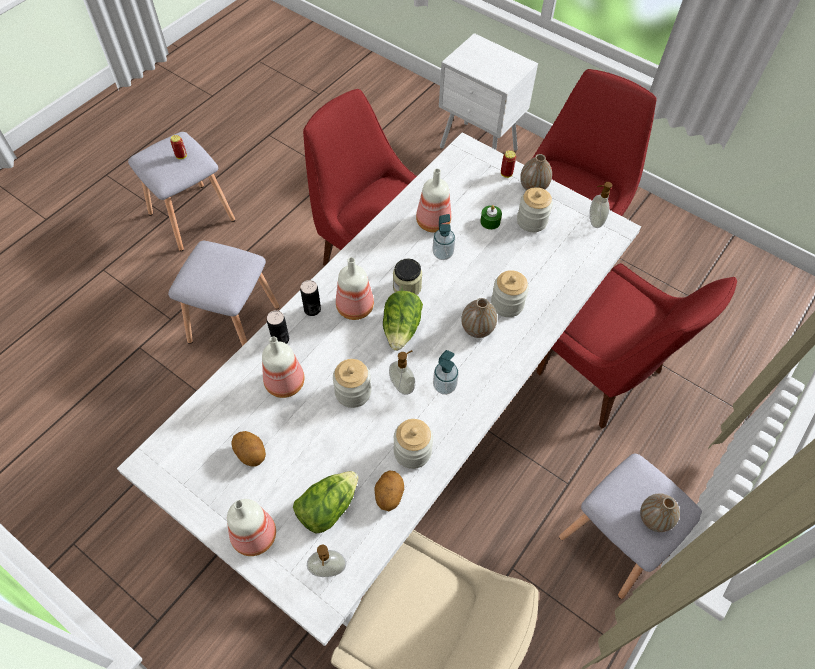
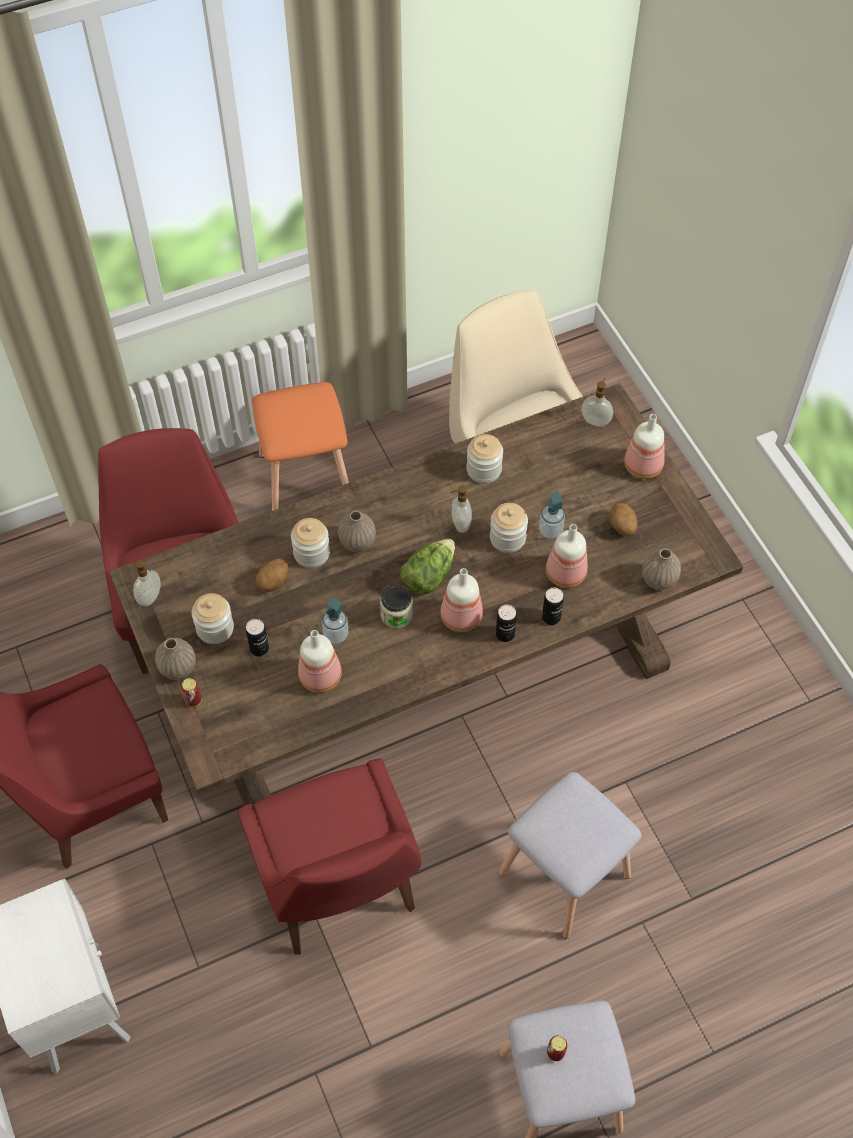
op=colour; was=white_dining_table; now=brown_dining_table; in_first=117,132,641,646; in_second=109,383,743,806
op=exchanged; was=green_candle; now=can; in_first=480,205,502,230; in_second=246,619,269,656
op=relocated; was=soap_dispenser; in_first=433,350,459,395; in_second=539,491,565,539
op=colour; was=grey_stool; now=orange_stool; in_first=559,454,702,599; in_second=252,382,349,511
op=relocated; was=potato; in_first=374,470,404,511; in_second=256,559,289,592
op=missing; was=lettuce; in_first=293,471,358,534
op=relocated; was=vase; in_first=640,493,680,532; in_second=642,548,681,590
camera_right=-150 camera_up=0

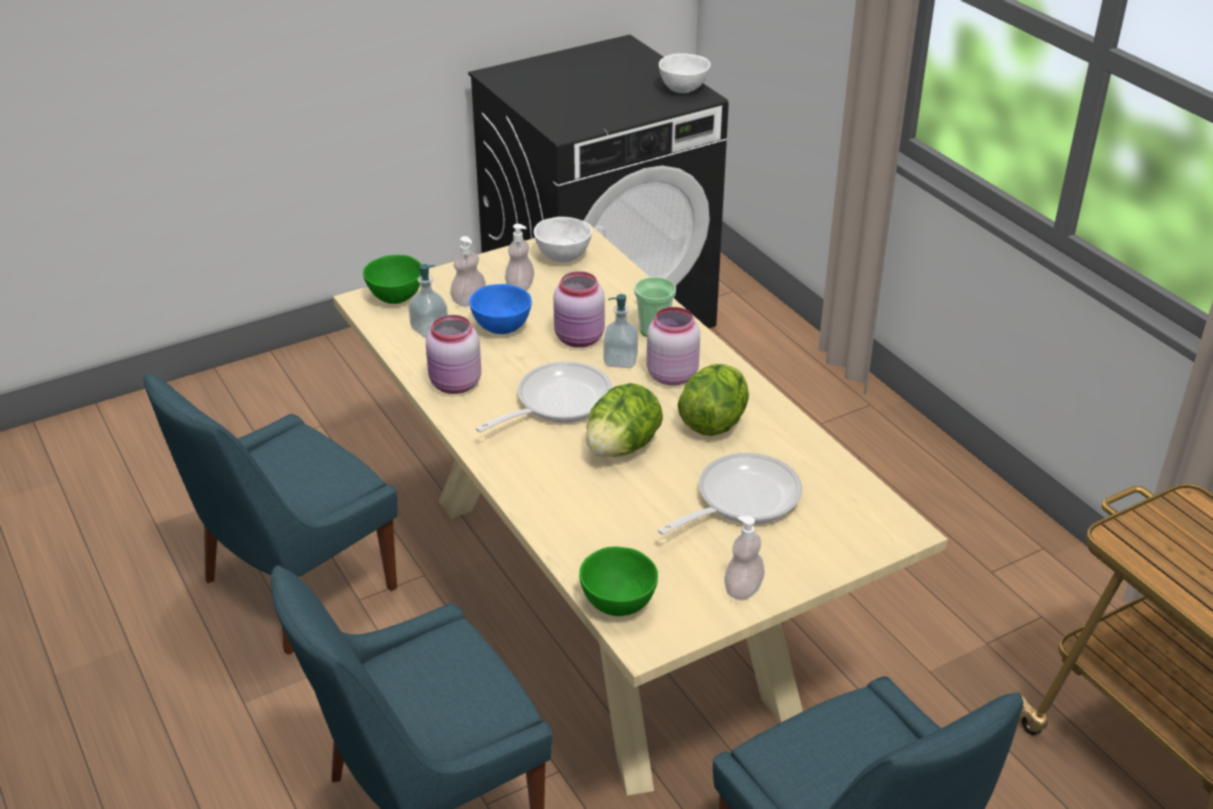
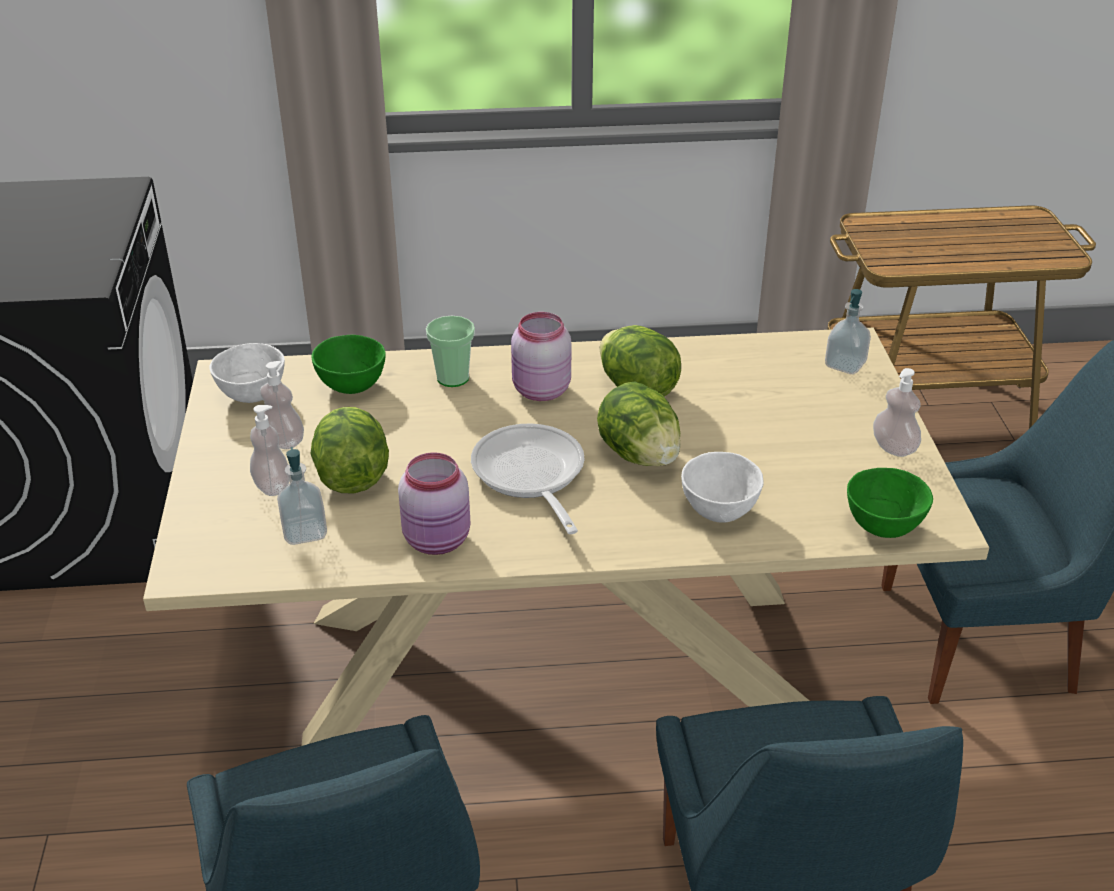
op=relocated; was=white_bowl; in_first=659,54,711,93; in_second=681,452,764,523
op=relocated; was=green_bowl; in_first=363,255,422,304; in_second=311,335,386,394
op=missing; was=pink_jar; in_first=553,271,605,348
op=exchanged; was=blue_bowl; now=lettuce; in_first=469,284,532,334; in_second=311,407,389,493
op=relocated; was=soap_dispenser; in_first=604,294,638,368; in_second=825,289,871,374
op=missing; was=frying_pan; in_first=658,453,802,535
camera_right=-65 camera_up=0

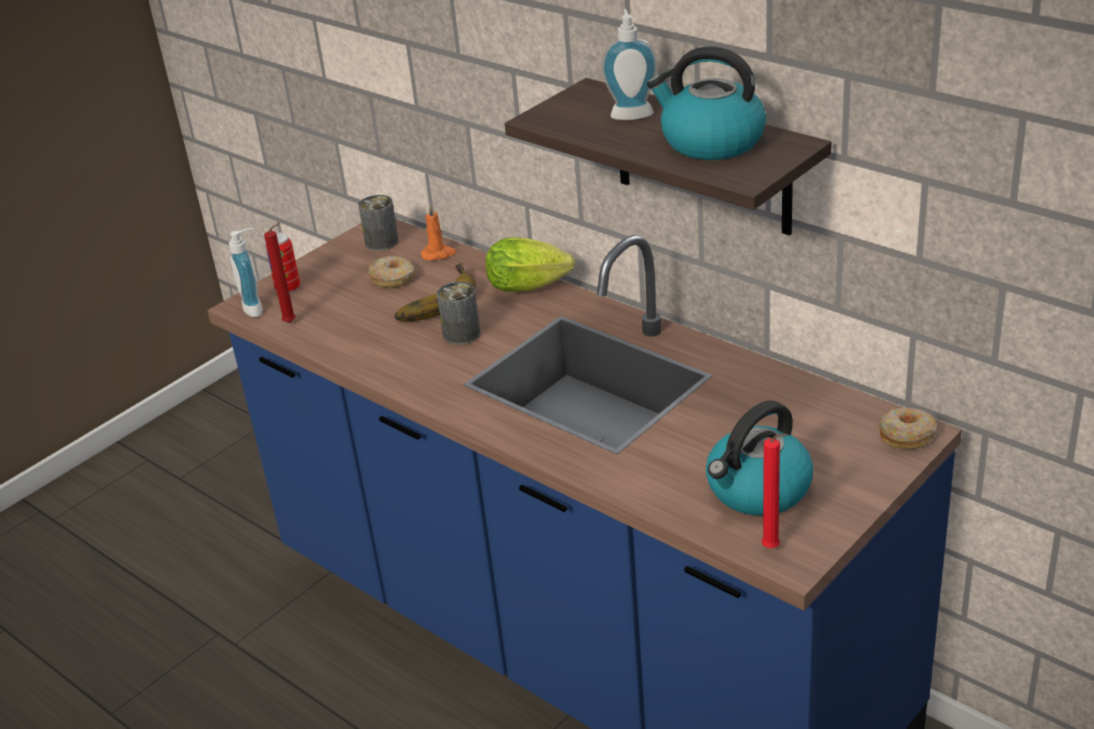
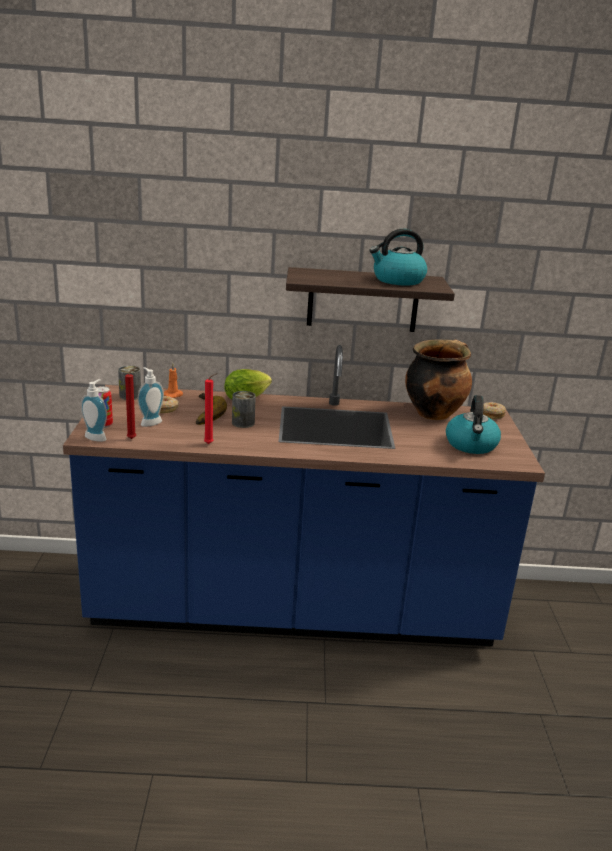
op=relocated; was=soap_dispenser; in_first=601,9,658,120; in_second=137,367,164,427
op=relocated; was=red_candle; in_first=761,434,788,548; in_second=204,373,218,444
op=appeared; now=cooking_pot; in_second=405,339,472,420
camera_right=-45 camera_up=-10

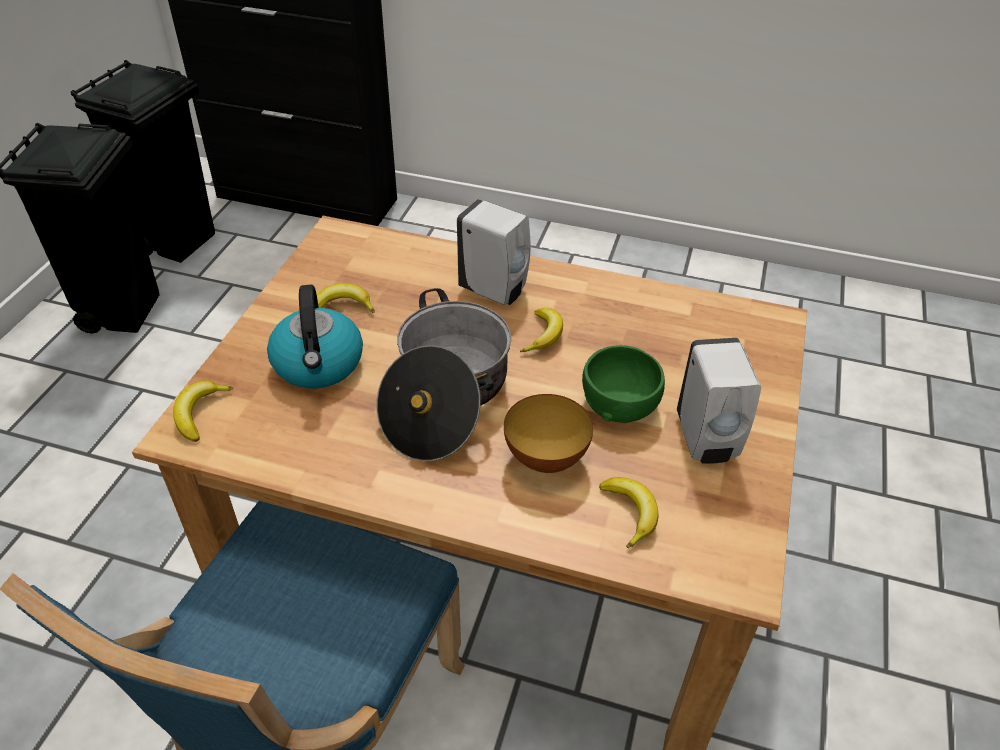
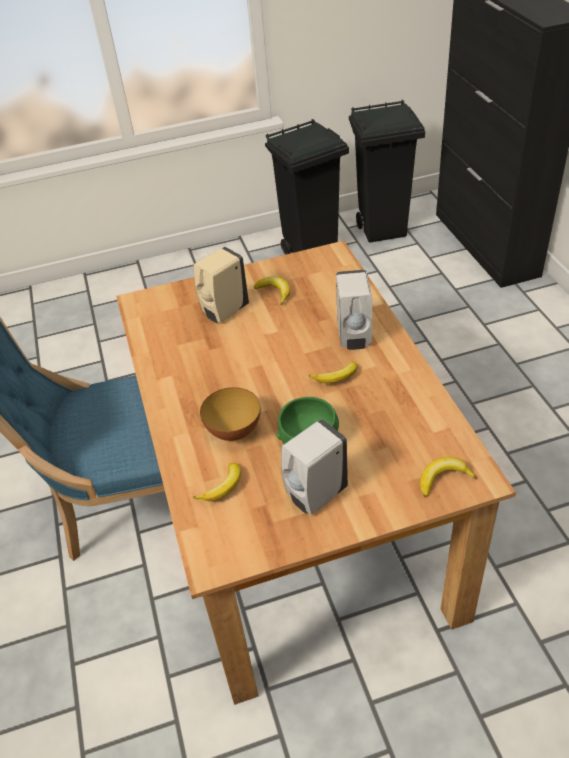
op=exchanged; was=kettle; now=beige_soap_dispenser; in_first=267,285,363,389; in_second=194,247,249,323
op=missing; was=cooking_pot; in_first=377,288,511,461
op=relocated; was=banana; in_first=173,380,234,442; in_second=420,457,477,497
camera_right=60 camera_up=0

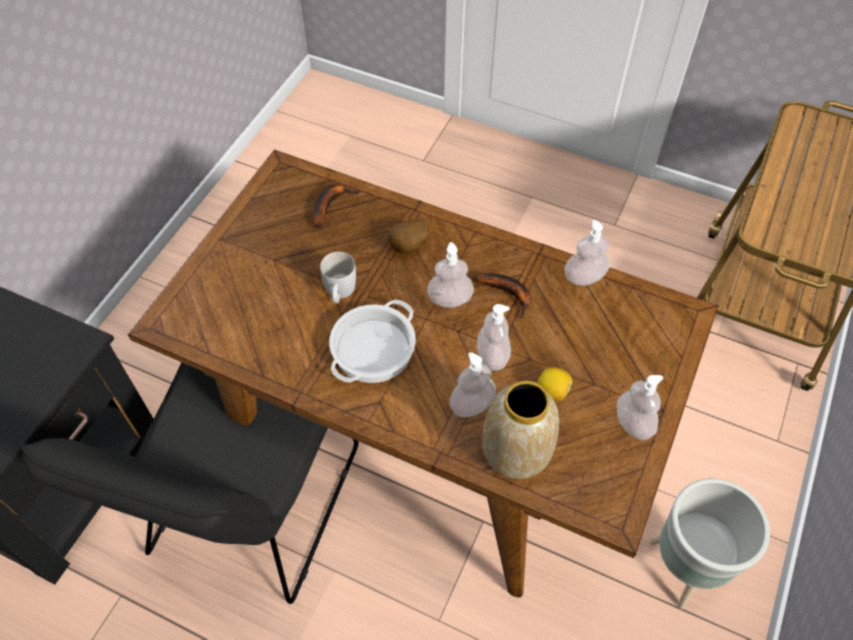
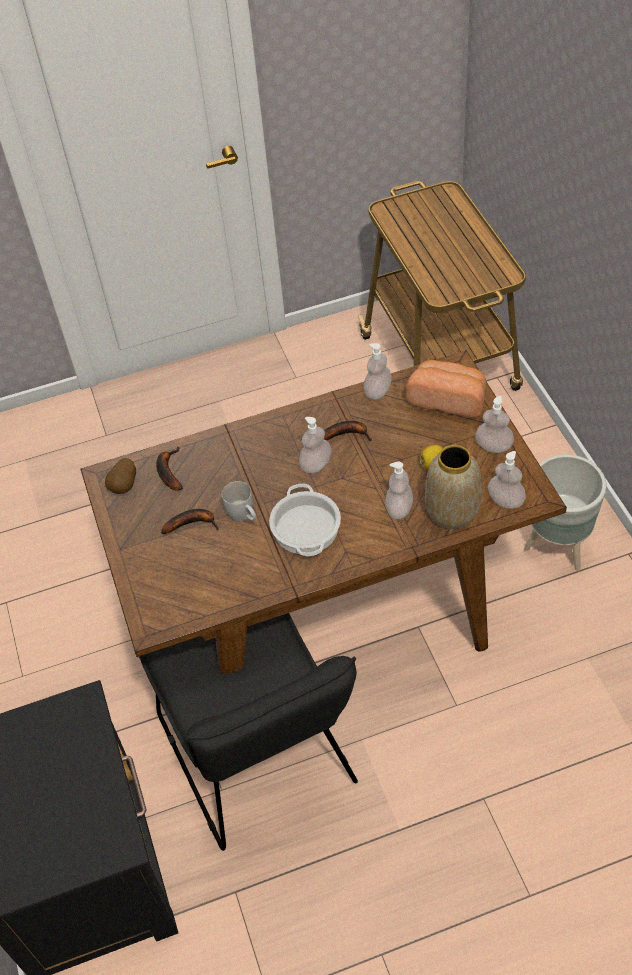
op=relocated; was=potato; in_first=387,219,430,254; in_second=105,458,136,494
op=relocated; was=soap_dispenser; in_first=477,304,511,371; in_second=488,451,526,509
op=appeared; now=bread; in_second=406,360,486,418
op=appeared; now=banana; in_second=161,509,219,534
camera_right=-40 camera_up=-5

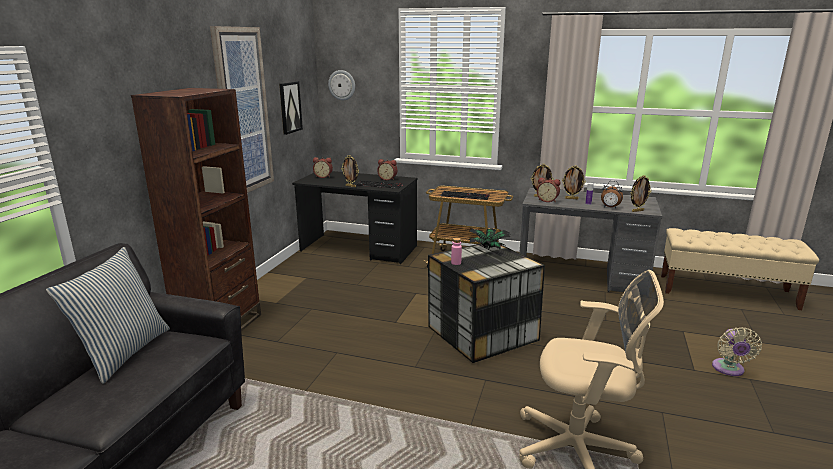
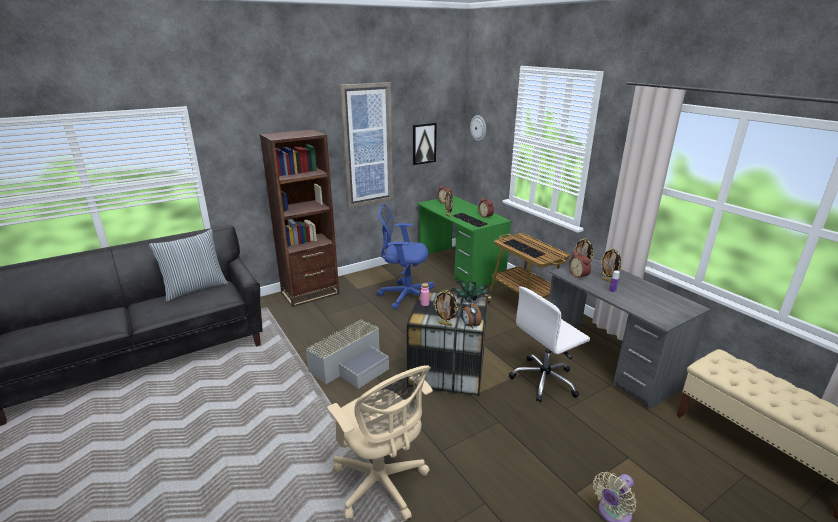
op=colour; was=black_desk; now=green_desk; in_first=292,171,417,264; in_second=417,196,512,288
op=relocated; was=picture_frame; in_first=631,175,651,212; in_second=434,290,458,326
op=relocated; was=alarm_clock; in_first=601,181,623,208; in_second=461,298,482,329
op=appeared; now=blue_office_chair; in_second=377,203,434,310
op=appeared; now=white_office_chair; in_second=509,286,590,403
op=appeared; now=grey_storage_box; in_second=305,319,389,389
camera_right=40 camera_up=5

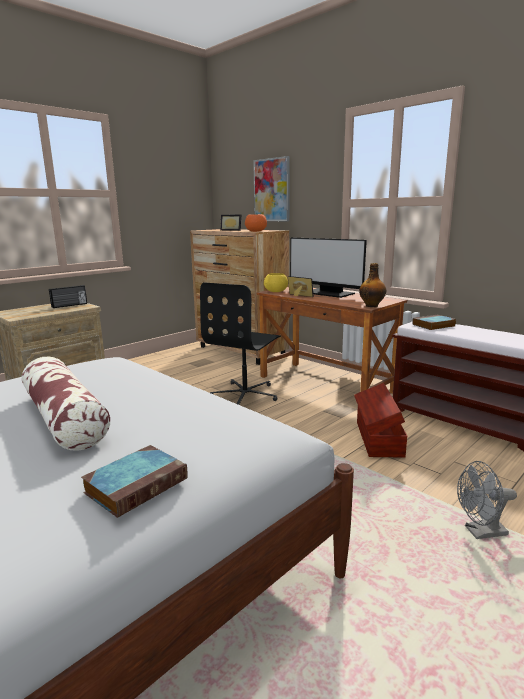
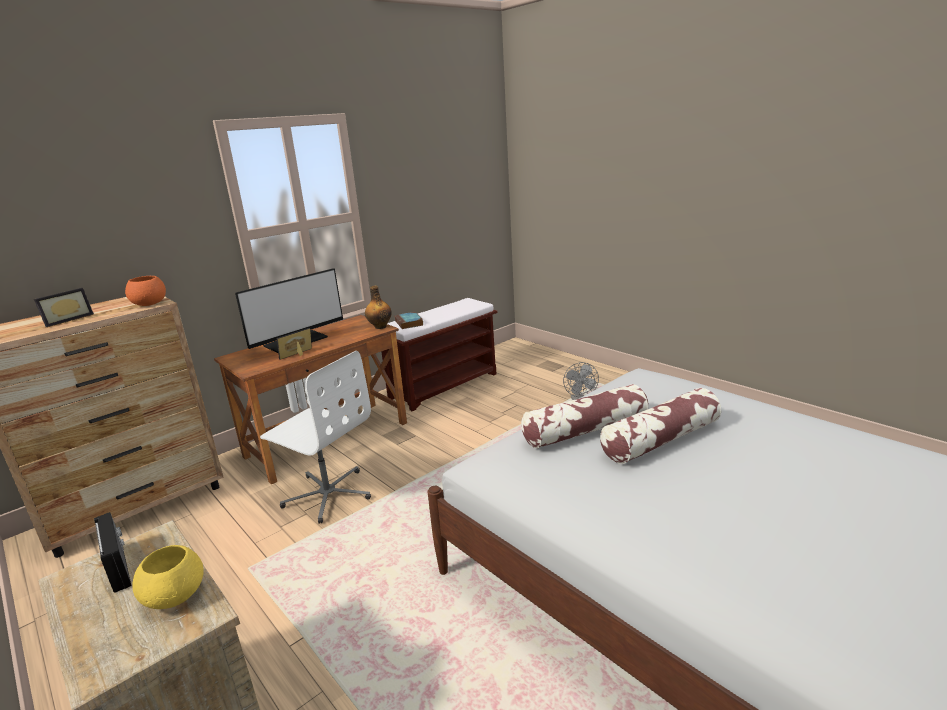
op=missing; was=picture; in_first=253,156,290,221
op=relocated; was=yellow_bowl; in_first=264,273,288,292; in_second=132,545,204,609
op=colour; was=black_office_chair; now=white_office_chair; in_first=200,282,281,405; in_second=260,351,371,524
op=missing; was=brown_storage_box; in_first=354,383,407,457
op=missing; was=book; in_first=81,445,188,518
op=appeared; now=pillow; in_second=521,384,649,449
camera_right=-85 camera_up=5

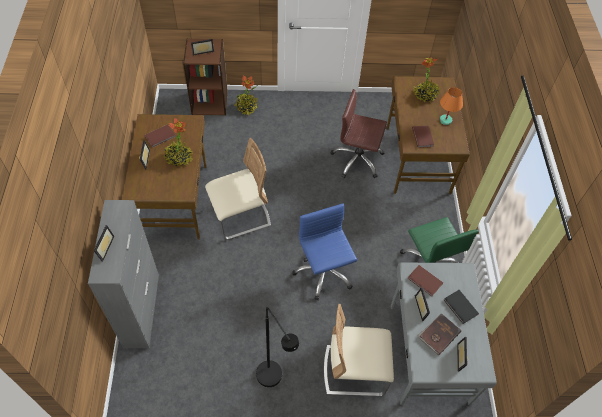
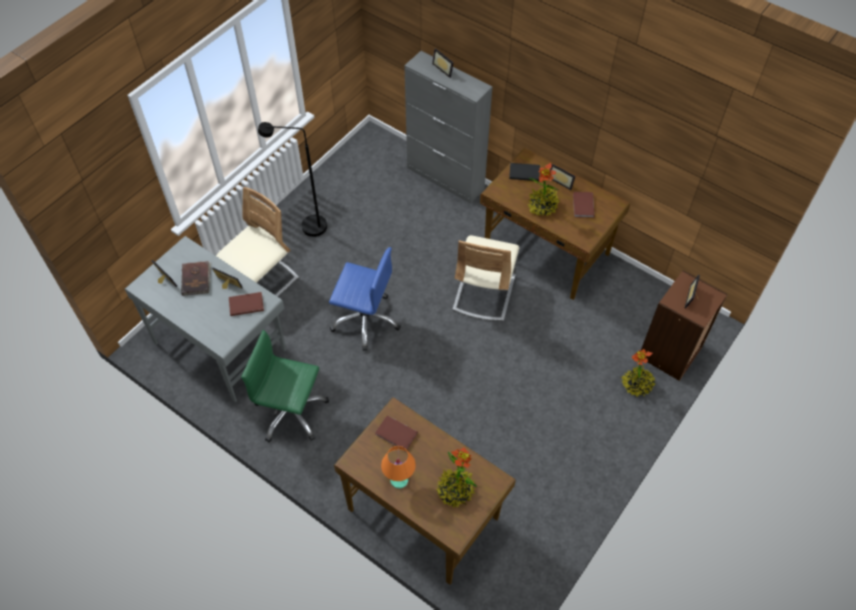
op=missing; was=brown_office_chair; in_first=331,89,387,178
op=relocated; was=black_book; in_first=444,290,479,324; in_second=509,163,540,181
camera_right=130 camera_up=0

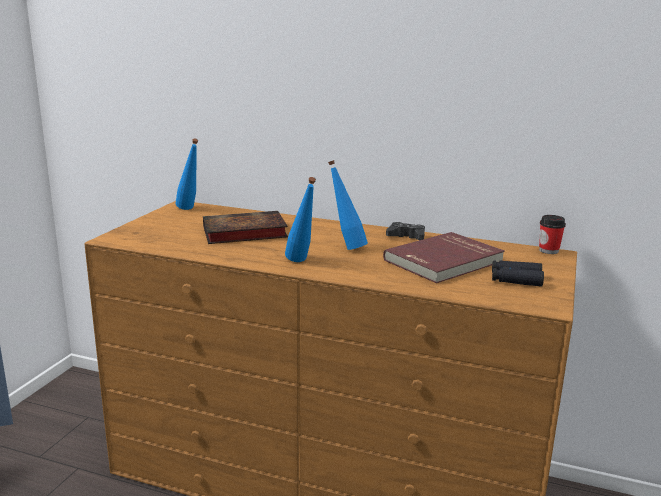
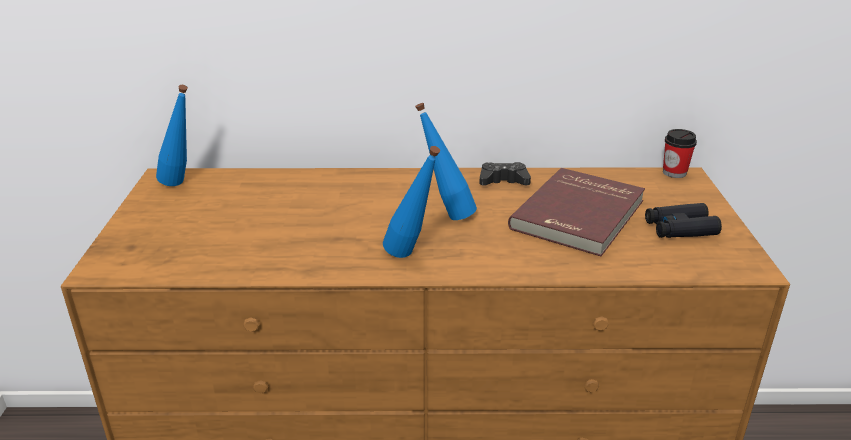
op=missing; was=book; in_first=203,211,288,244
camera_right=-20 camera_up=10

